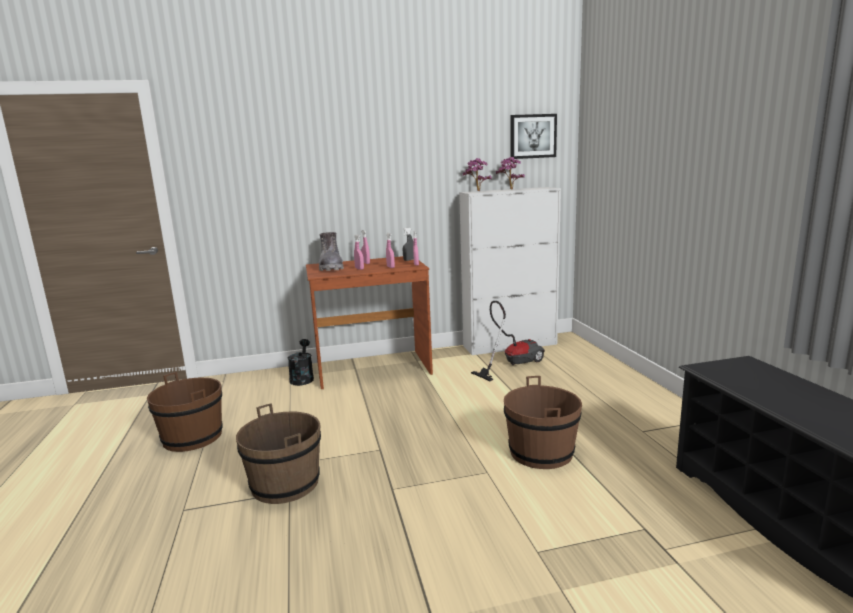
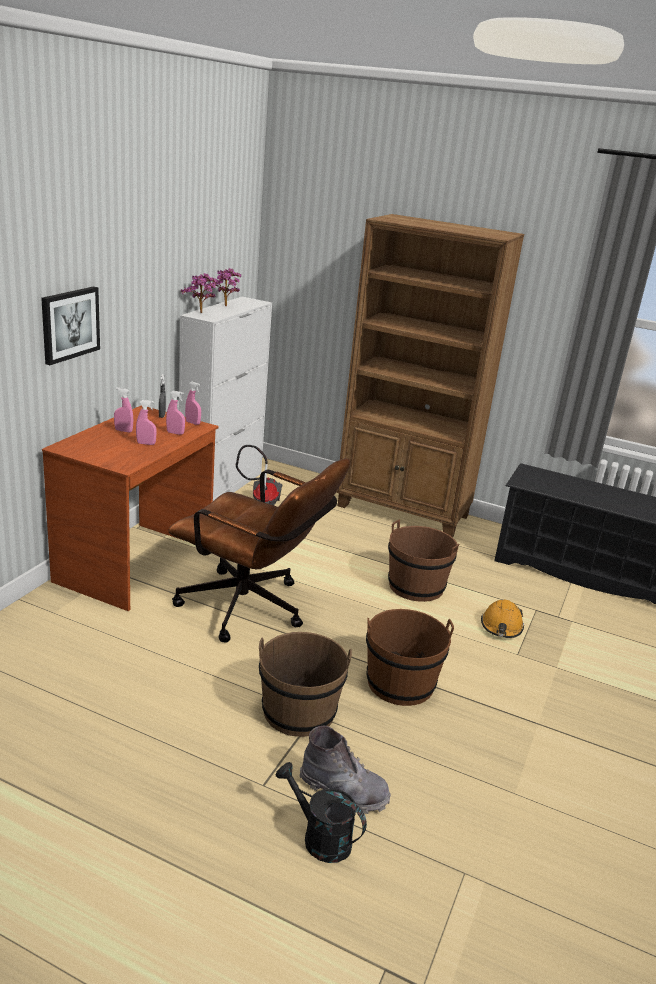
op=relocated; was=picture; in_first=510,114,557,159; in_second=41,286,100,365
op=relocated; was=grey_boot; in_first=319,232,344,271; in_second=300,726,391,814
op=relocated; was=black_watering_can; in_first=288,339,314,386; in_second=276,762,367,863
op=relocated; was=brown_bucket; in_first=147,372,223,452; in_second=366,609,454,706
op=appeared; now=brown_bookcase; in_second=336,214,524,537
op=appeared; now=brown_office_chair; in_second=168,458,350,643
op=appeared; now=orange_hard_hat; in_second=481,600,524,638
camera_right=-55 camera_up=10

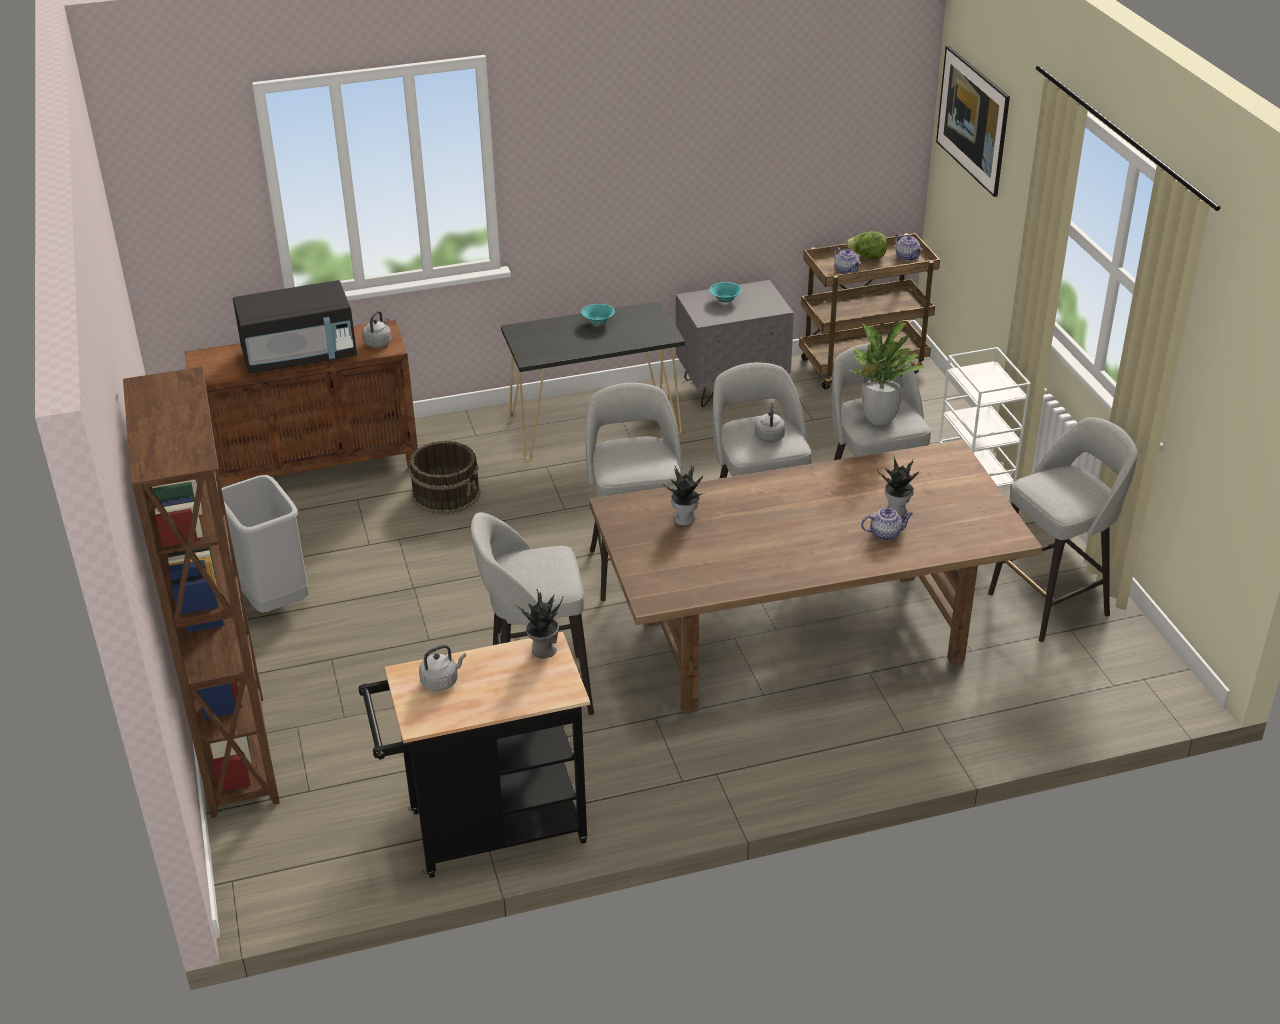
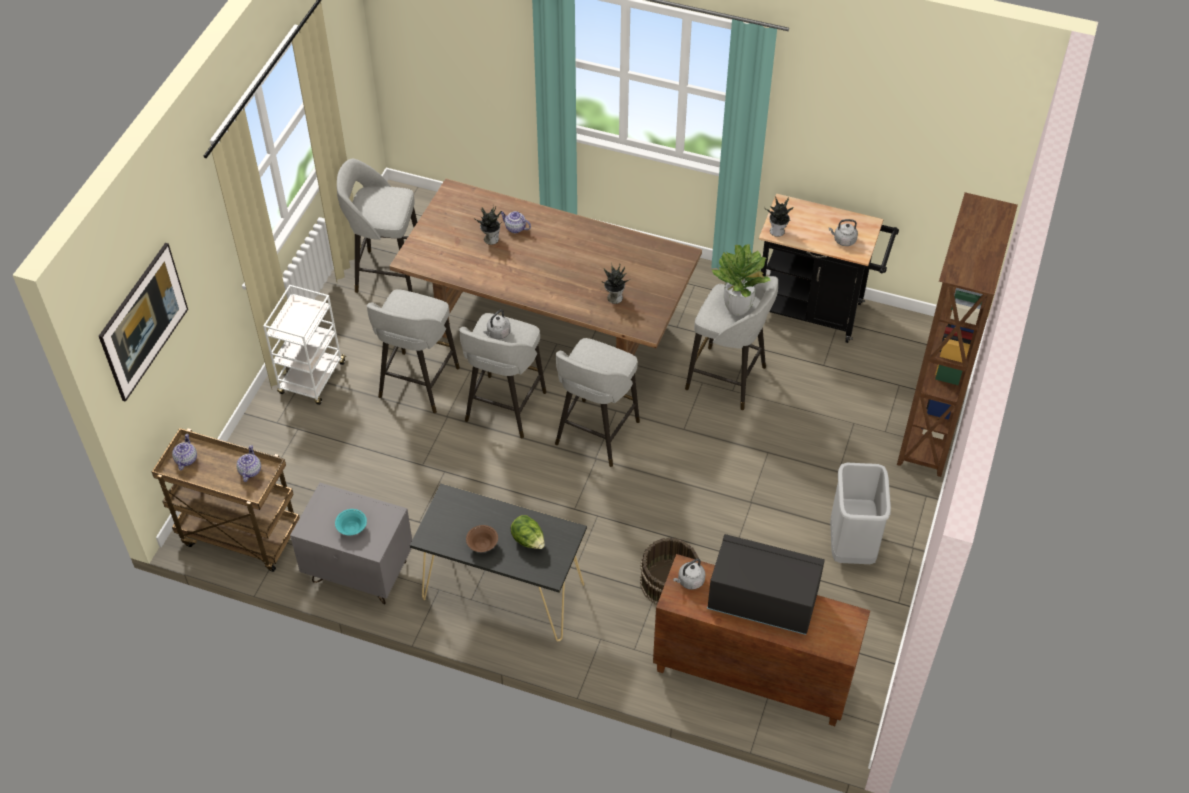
op=relocated; was=lettuce; in_first=846,231,887,259; in_second=511,515,545,549
op=colour; was=turquoise_bowl; now=brown_bowl; in_first=581,304,615,325; in_second=466,525,498,552
op=relocated; was=potted_plant; in_first=850,318,924,425; in_second=712,244,771,316
camera_right=-145 camera_up=15

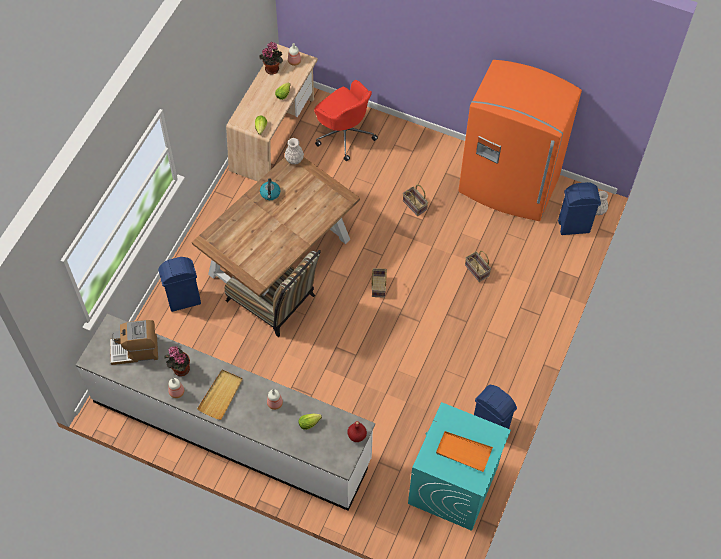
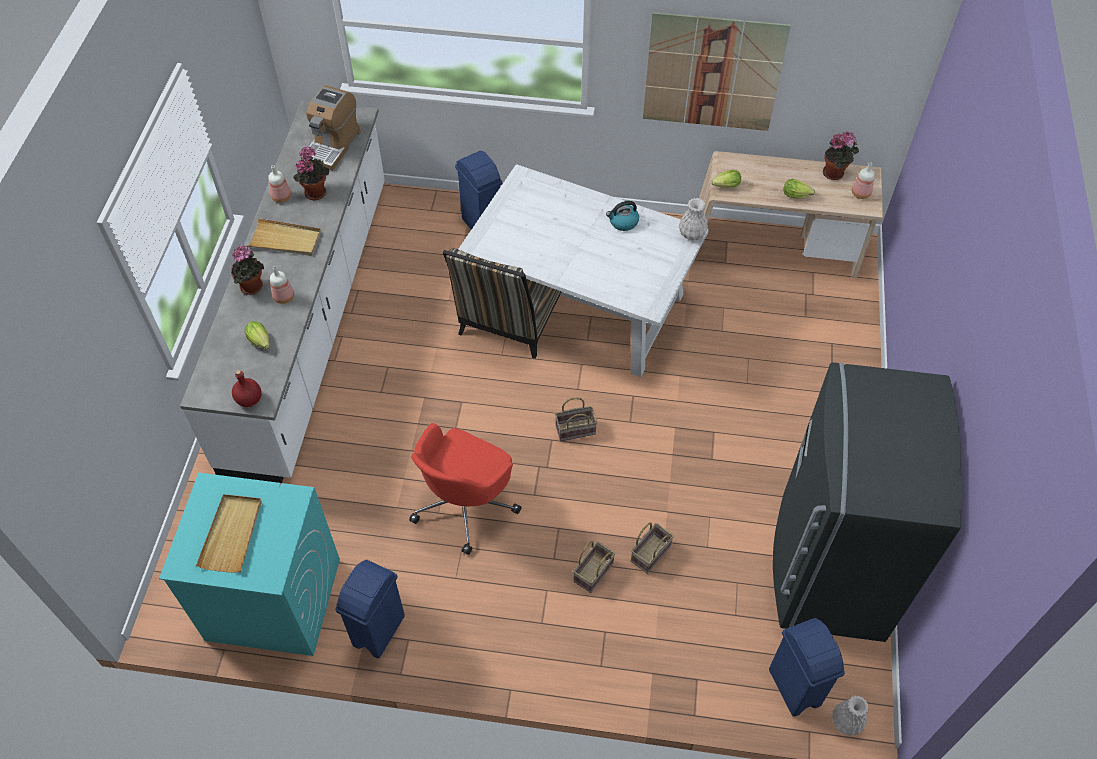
op=colour; was=orange_fridge; now=grey_fridge; in_first=458,60,582,221; in_second=773,362,962,642
op=relocated; was=red_office_chair; in_first=314,80,378,161; in_second=409,423,521,555
op=colour; was=brown_dining_table; now=white_dining_table; in_first=192,157,360,297; in_second=459,164,709,377
op=relocated; was=basket; in_first=403,185,428,216; in_second=573,541,615,593
op=spun; was=coffee_machine; in_first=110,320,158,365; in_second=301,85,361,171; clockwise=-135
op=colour; was=orange_tray; now=beige_tray; in_first=436,431,493,472; in_second=196,494,262,573
op=appeared; now=picture; in_second=643,12,791,131
op=appeared; now=potted_plant; in_second=231,245,264,295
camera_right=75 camera_up=-5

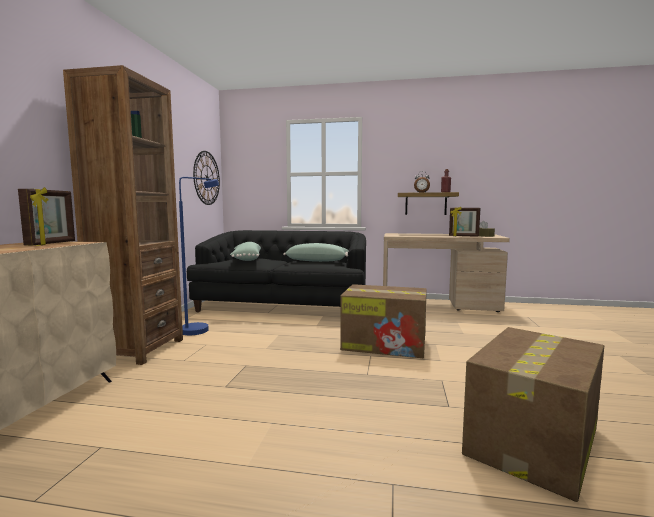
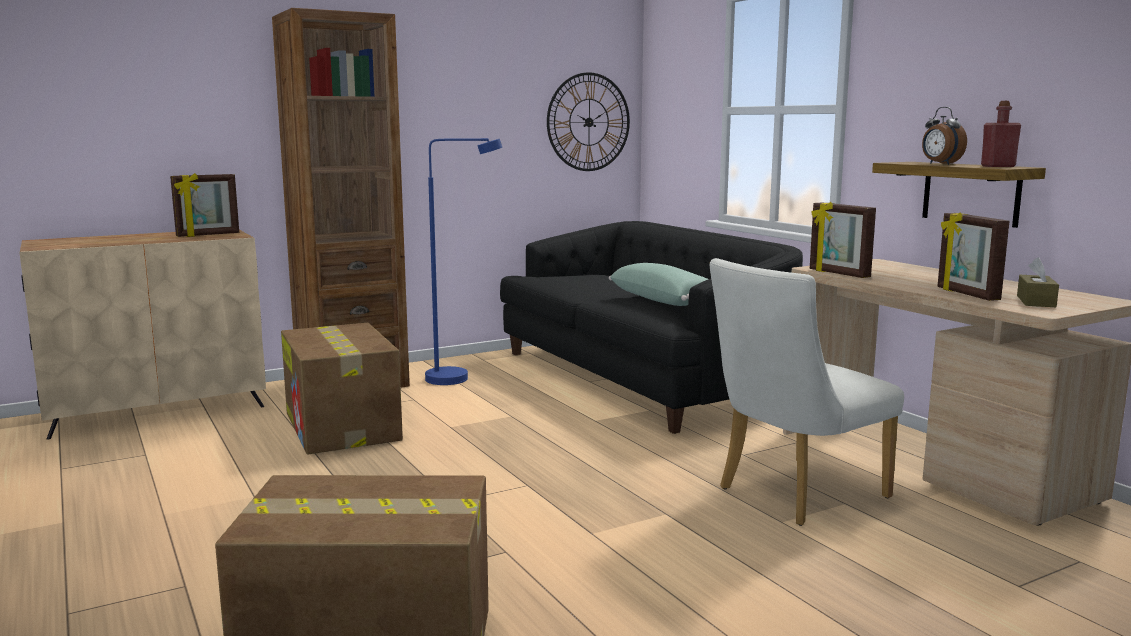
op=missing; was=green_pillow; in_first=230,242,261,261
op=relocated; was=cardboard_box; in_first=340,284,427,358; in_second=281,323,403,454
op=appeared; now=picture_frame; in_second=810,202,876,278
op=appeared; now=white_chair; in_second=710,258,904,526
camera_right=50 camera_up=5

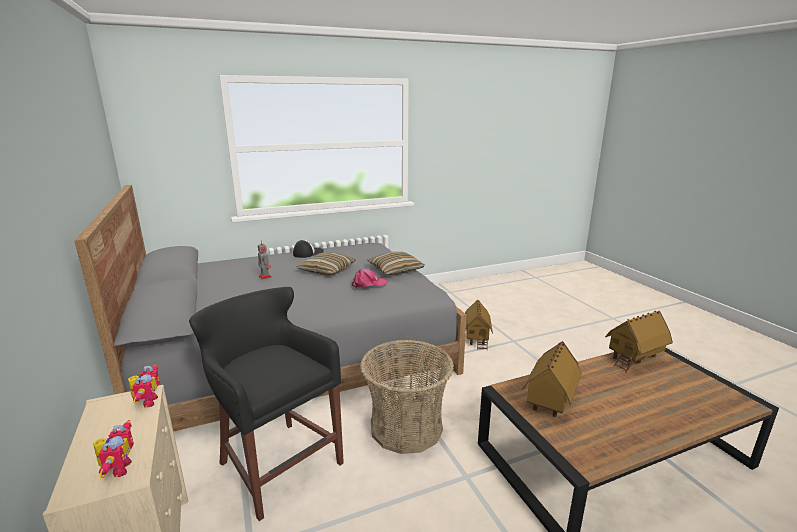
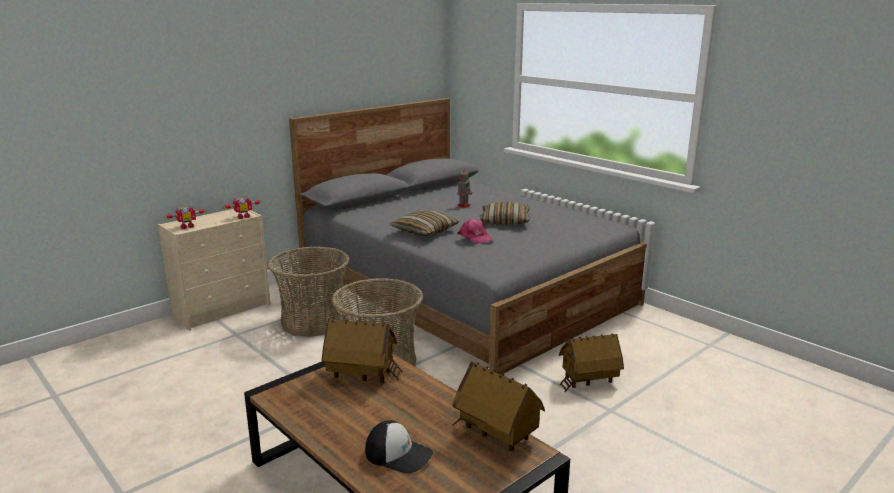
op=relocated; was=cap; in_first=293,240,324,258; in_second=365,420,433,474
op=relocated; was=pillow; in_first=367,252,425,275; in_second=390,210,459,236
op=exchanged; was=black_stool; now=basket; in_first=189,287,344,521; in_second=267,246,350,337
camera_right=70 camera_up=0

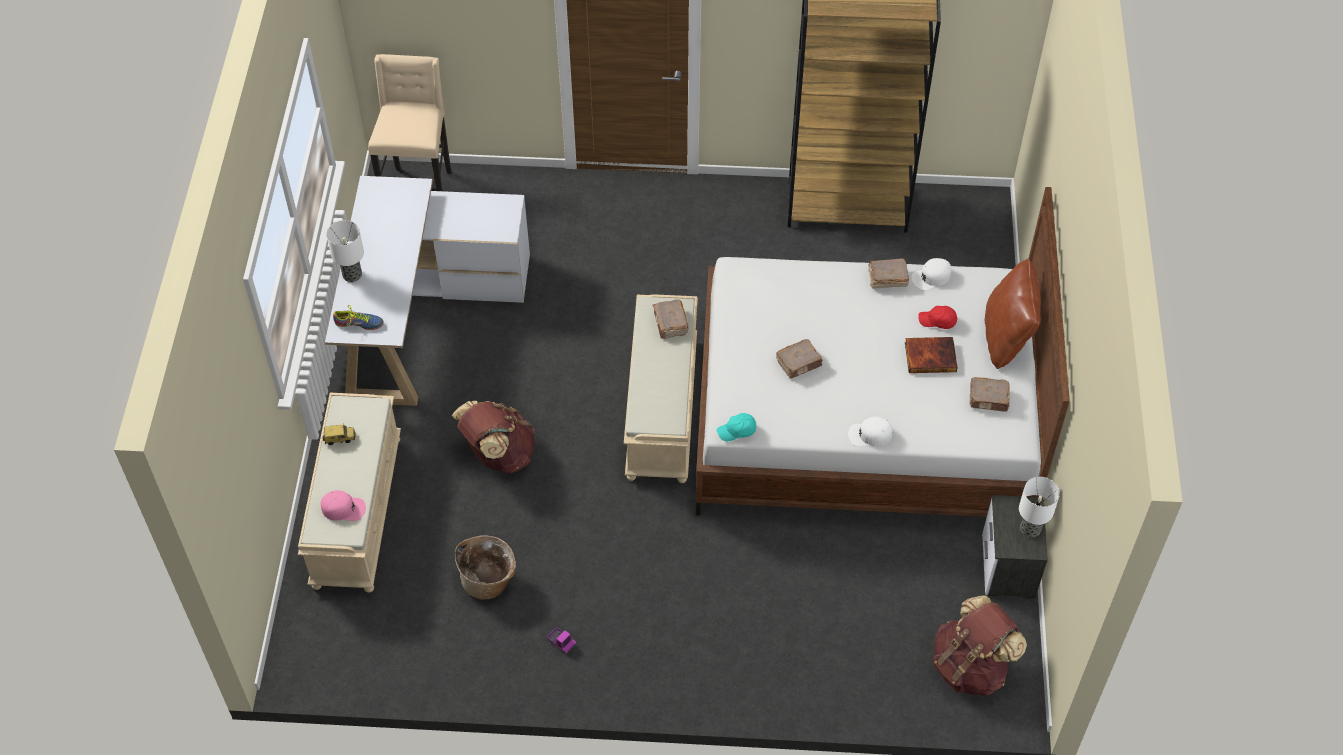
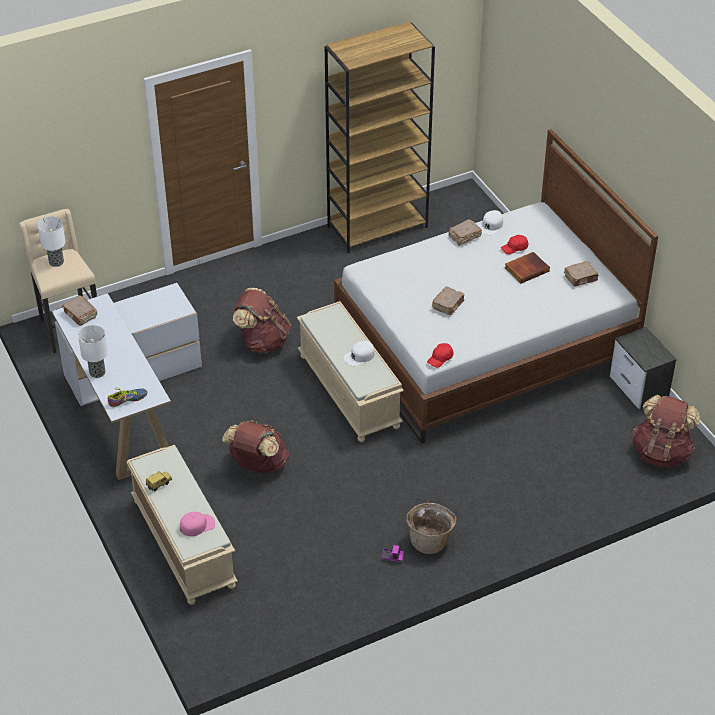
op=missing; was=brown_pillow; in_first=985,258,1041,369
op=relocated; was=brown_book; in_first=653,299,689,339; in_second=62,296,97,326
op=colour; was=turquoise_cap; now=red_cap; in_first=717,413,757,441; in_second=427,343,453,368
op=relocated; was=white_cap; in_first=848,416,893,446; in_second=344,341,375,366
op=relocated; was=table_lamp; in_first=1019,477,1060,537; in_second=37,216,66,267
op=relocated; was=basket; in_first=455,535,516,600; in_second=406,503,457,554
op=appeared; now=brown_backpack; in_second=233,288,291,353
camera_right=-30 camera_up=-10

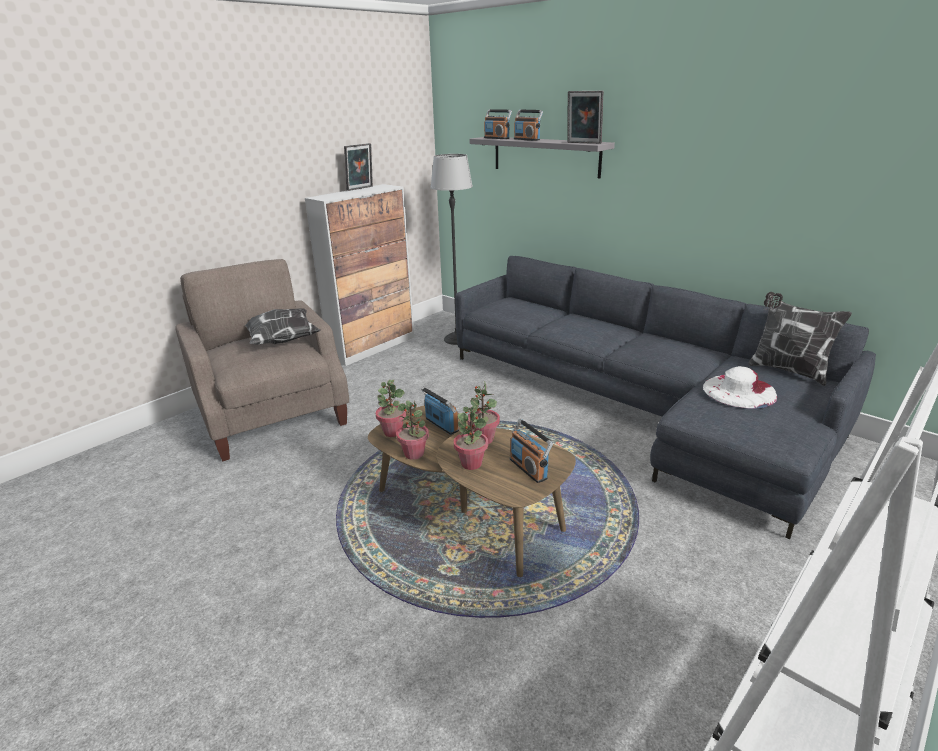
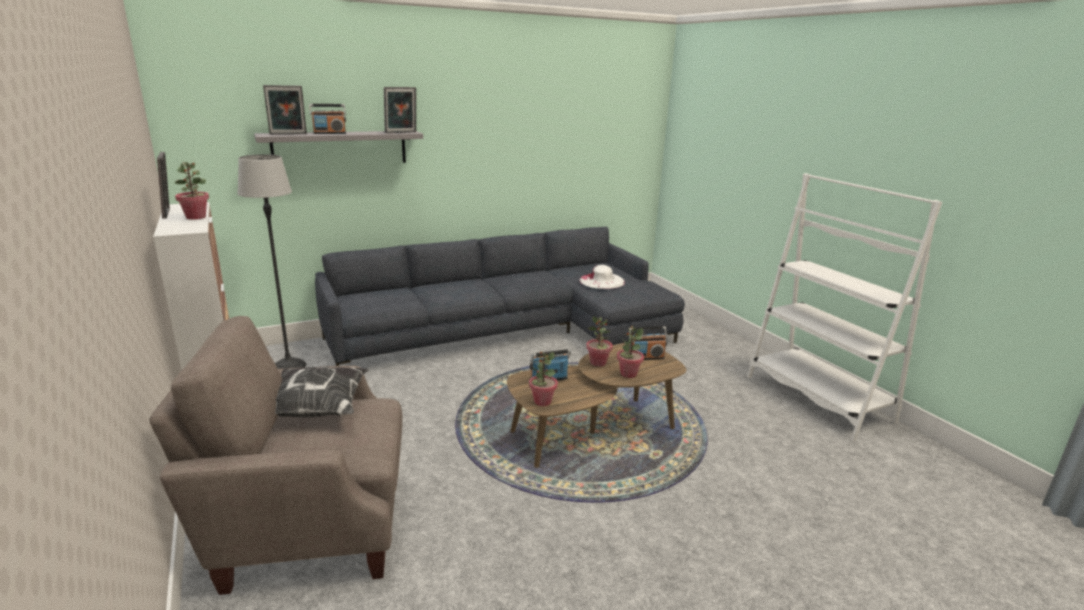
op=exchanged; was=radio; now=picture_frame; in_first=484,109,512,139; in_second=263,85,307,135
op=missing; was=pillow; in_first=748,292,852,386
op=relocated; was=potted_plant; in_first=396,400,429,460; in_second=174,162,209,220
camera_right=-70 camera_up=-5

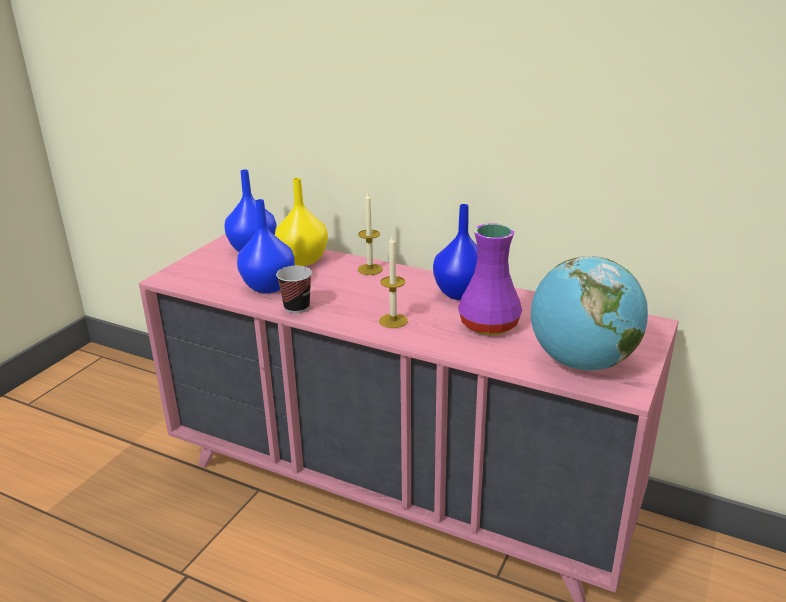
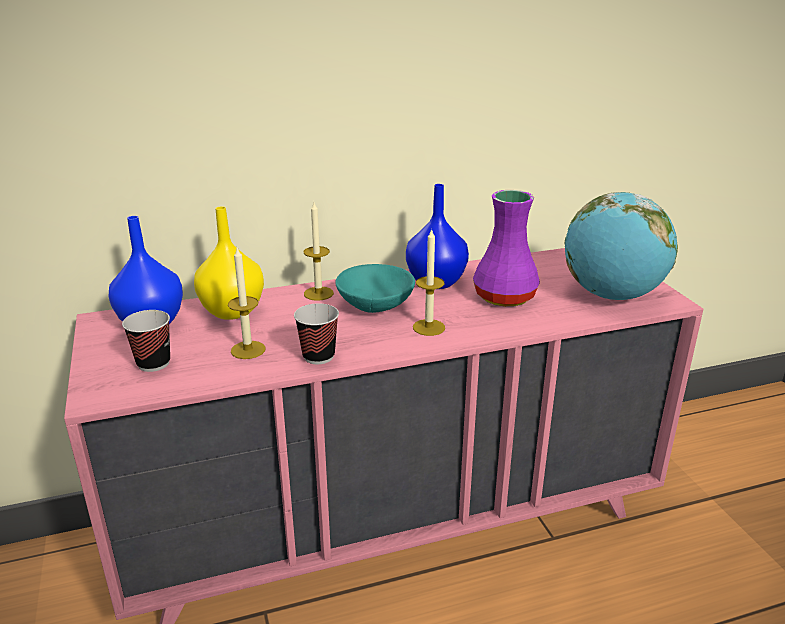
op=exchanged; was=blue_vase; now=candle; in_first=237,199,295,293; in_second=228,248,266,359
op=appeared; now=turquoise_bowl; in_second=335,264,415,313
op=appeared; now=cup; in_second=122,310,170,372
camera_right=-45 camera_up=0

